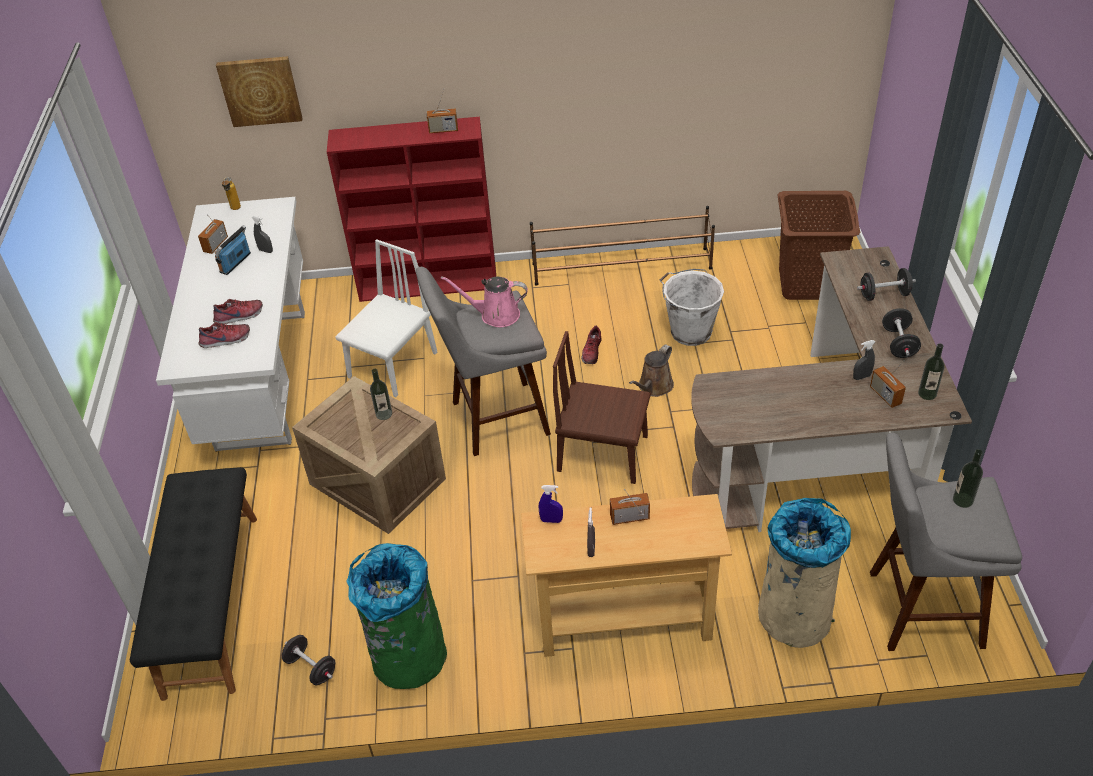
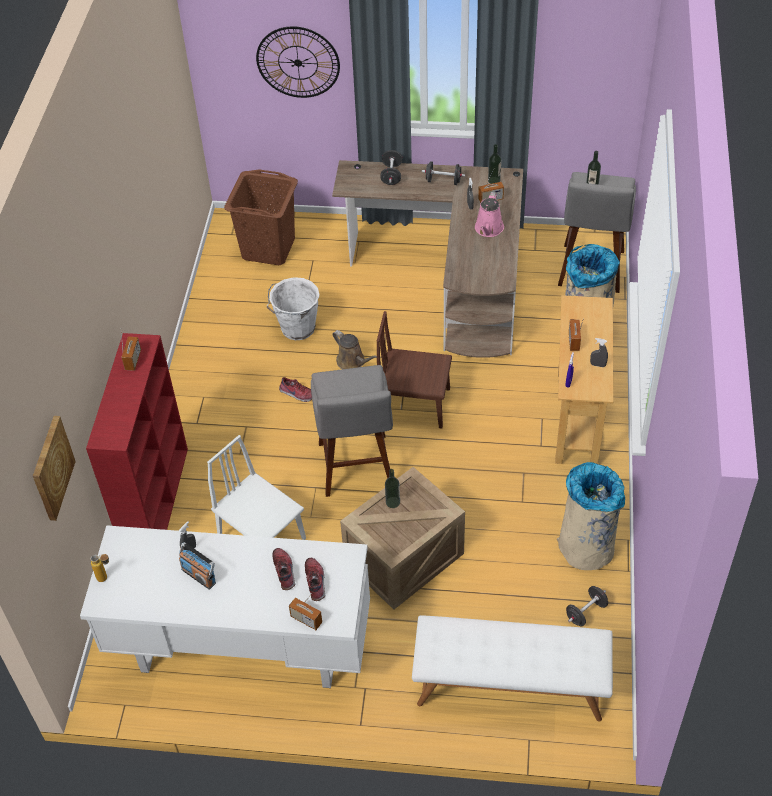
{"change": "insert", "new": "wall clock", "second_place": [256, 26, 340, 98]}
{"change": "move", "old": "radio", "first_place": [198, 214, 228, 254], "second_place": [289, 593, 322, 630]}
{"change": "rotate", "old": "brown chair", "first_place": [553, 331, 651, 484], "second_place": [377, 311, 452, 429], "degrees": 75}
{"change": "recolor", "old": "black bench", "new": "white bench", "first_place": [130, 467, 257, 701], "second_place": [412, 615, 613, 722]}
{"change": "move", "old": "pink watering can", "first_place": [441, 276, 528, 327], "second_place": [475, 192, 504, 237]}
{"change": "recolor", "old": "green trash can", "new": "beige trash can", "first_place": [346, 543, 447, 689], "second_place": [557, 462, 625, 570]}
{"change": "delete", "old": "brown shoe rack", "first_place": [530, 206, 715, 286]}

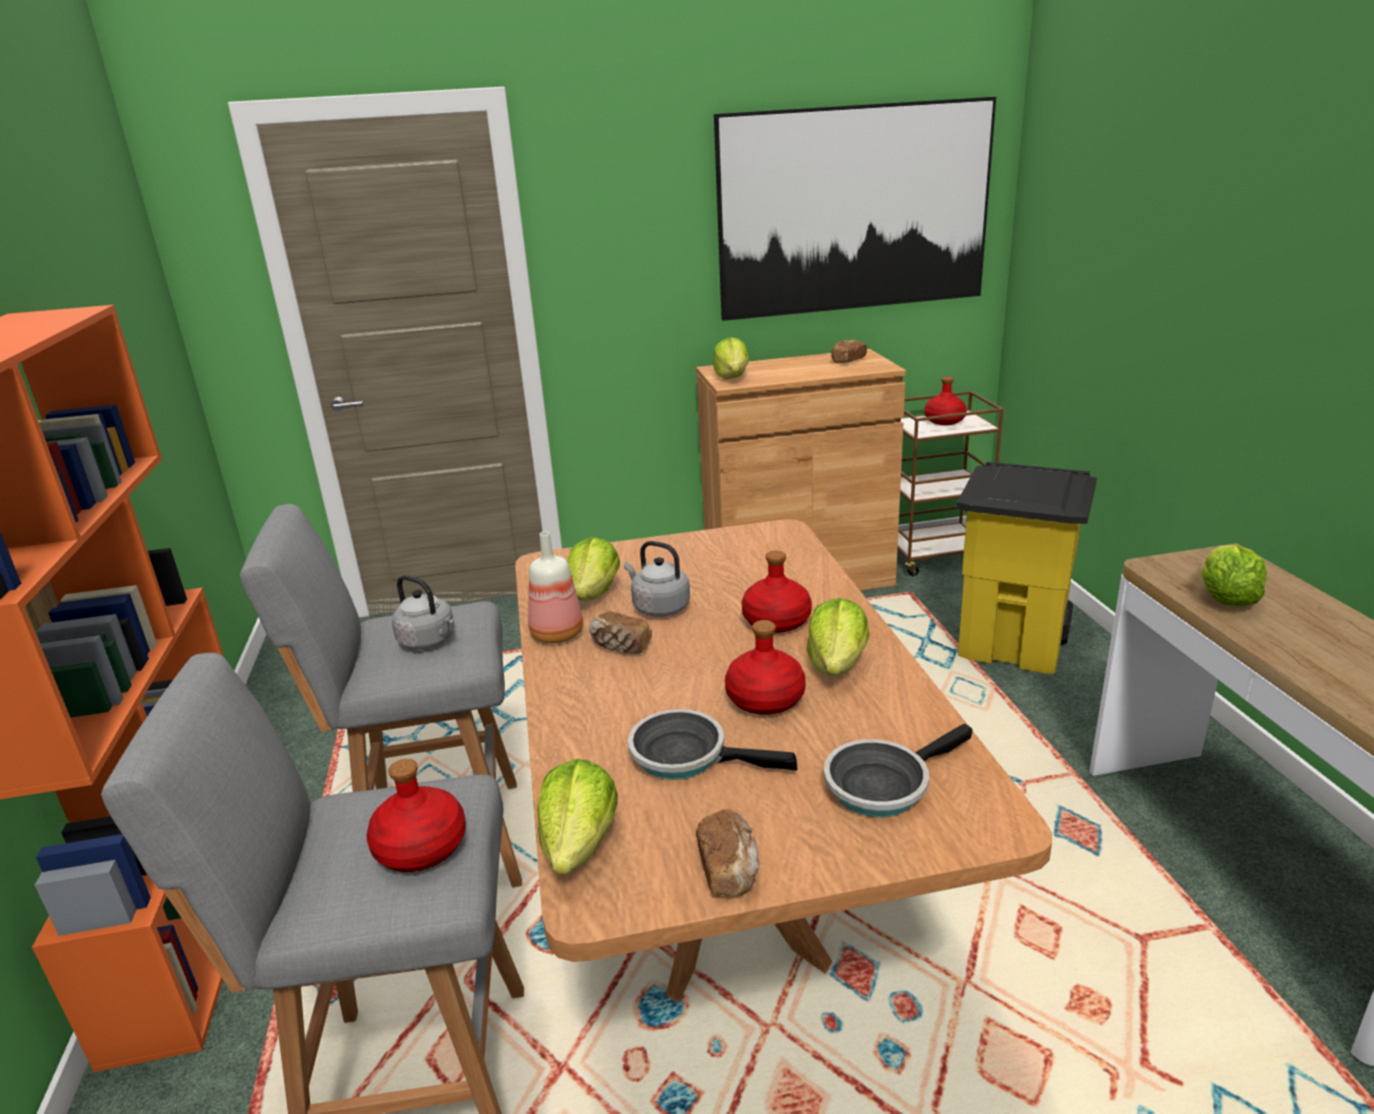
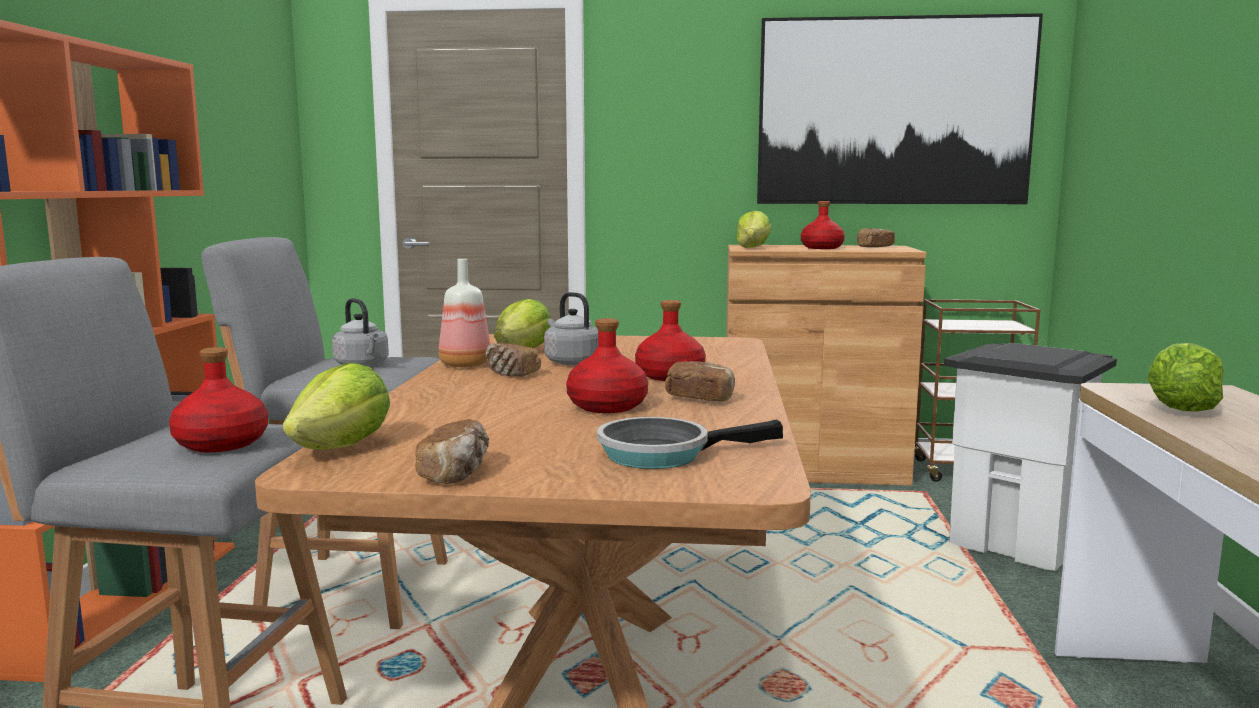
{"change": "replace", "old": "lettuce", "new": "bread", "first_place": [807, 598, 869, 676], "second_place": [665, 361, 735, 402]}
{"change": "move", "old": "red bottle", "first_place": [924, 377, 967, 425], "second_place": [801, 201, 845, 249]}
{"change": "recolor", "old": "yellow trash can", "new": "white trash can", "first_place": [957, 462, 1097, 674], "second_place": [944, 343, 1117, 571]}
{"change": "delete", "old": "frying pan", "first_place": [628, 709, 798, 780]}

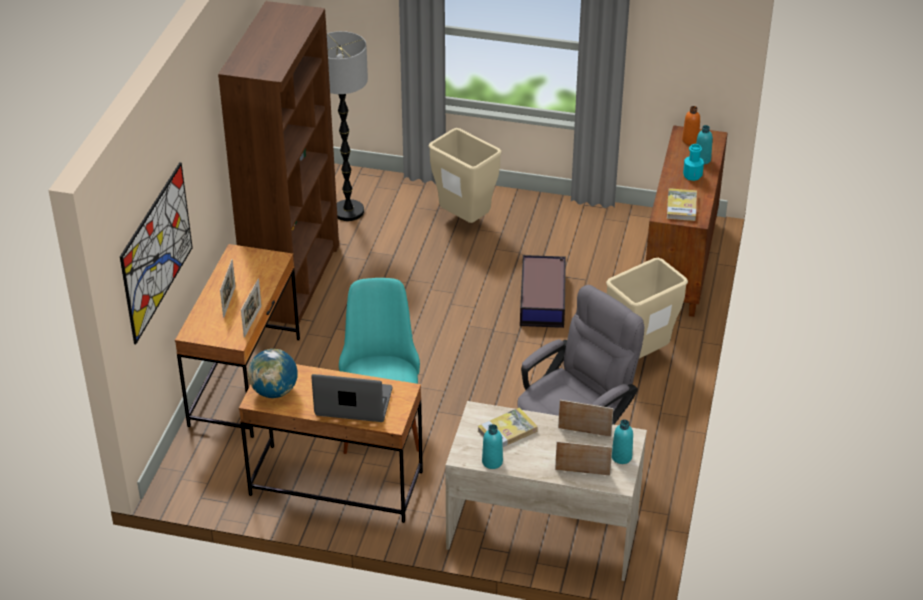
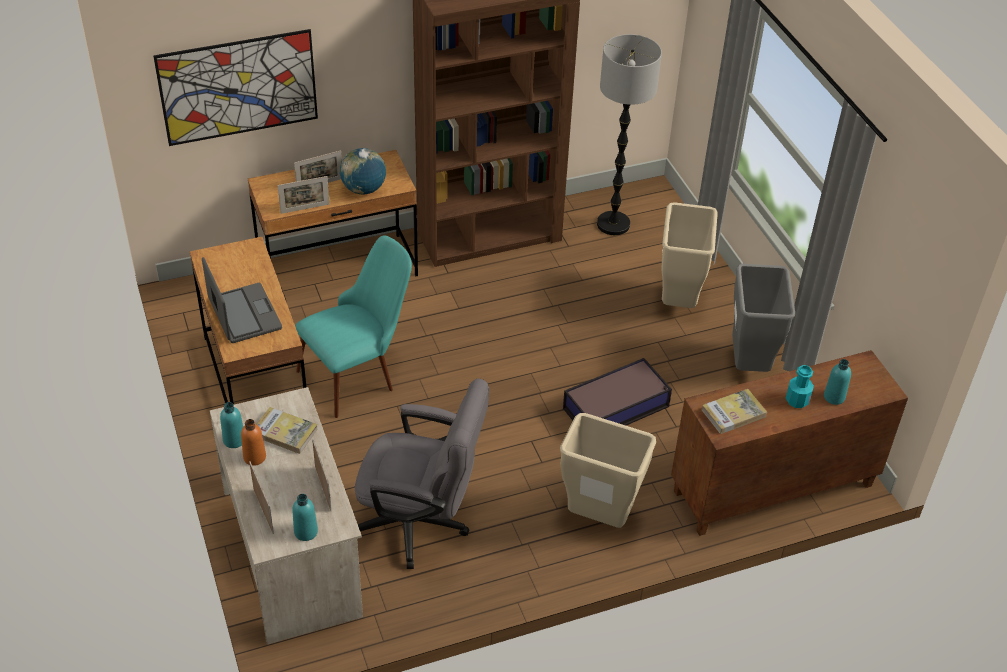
{"change": "move", "old": "orange bottle", "first_place": [682, 106, 700, 145], "second_place": [241, 419, 266, 466]}
{"change": "move", "old": "globe", "first_place": [248, 349, 298, 398], "second_place": [340, 148, 386, 194]}
{"change": "insert", "new": "grey trash can", "second_place": [732, 264, 795, 372]}

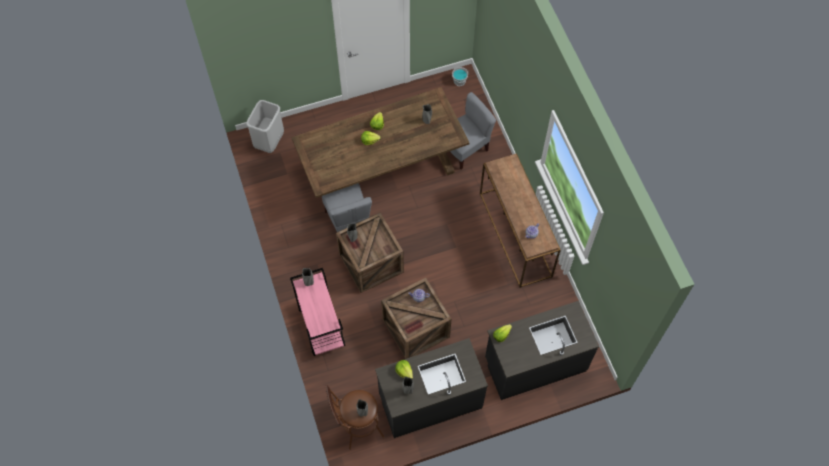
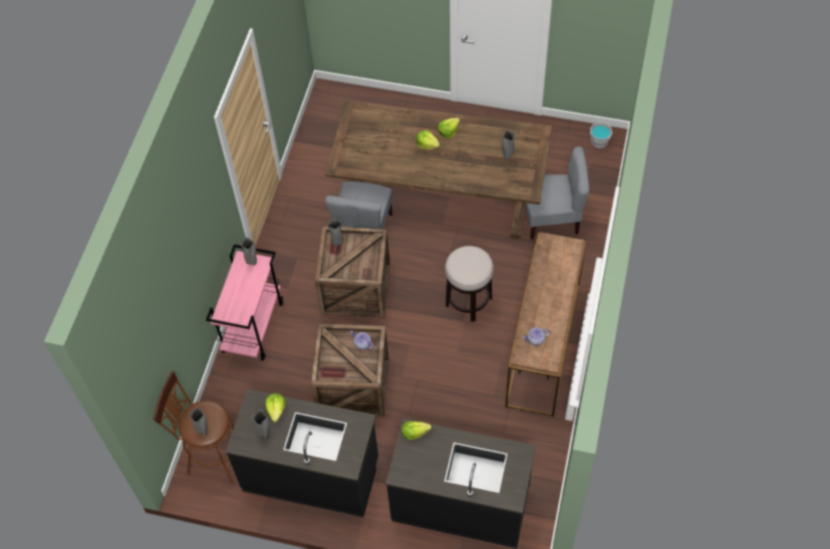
{"change": "insert", "new": "stool", "second_place": [445, 246, 494, 322]}
{"change": "delete", "old": "grey trash can", "first_place": [246, 100, 284, 153]}

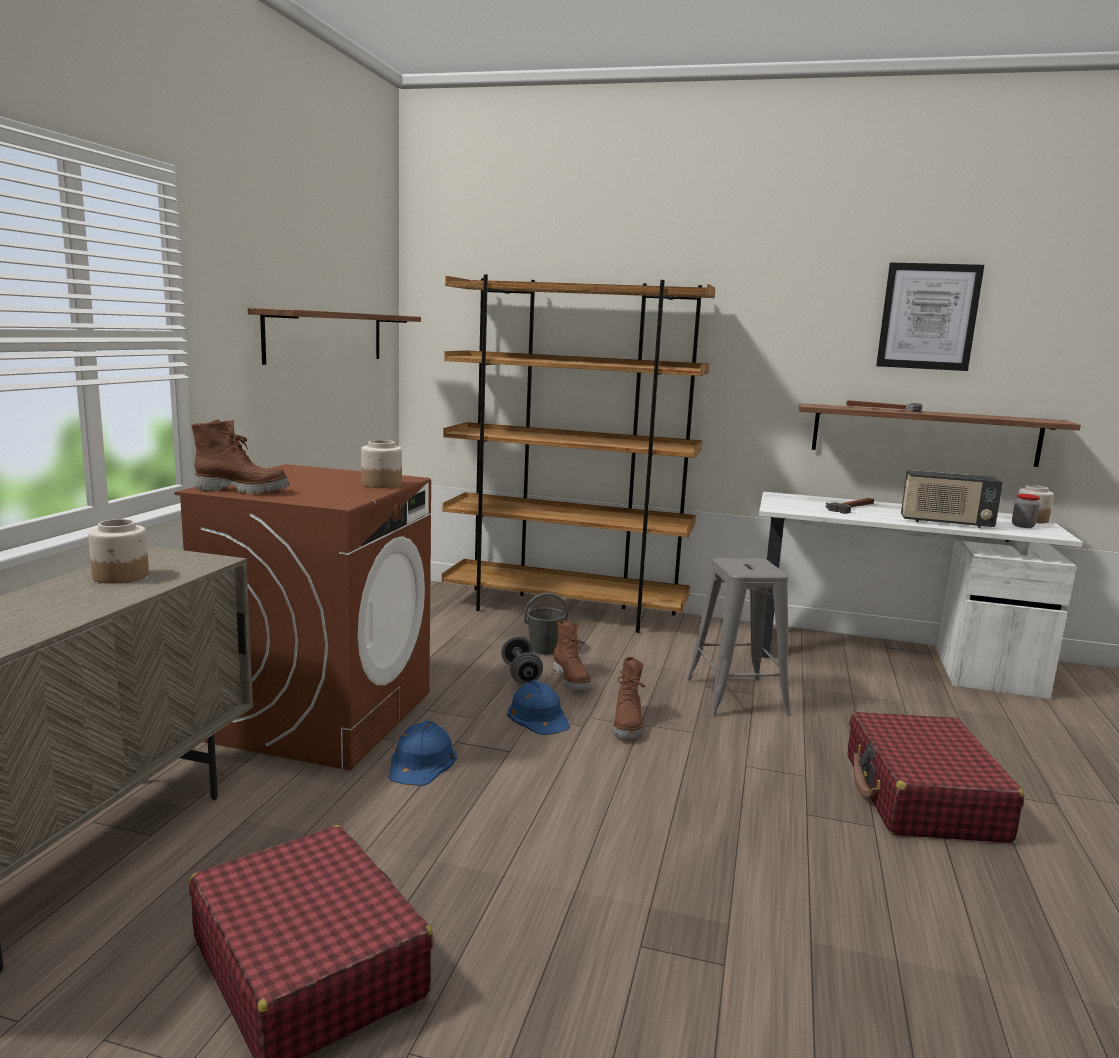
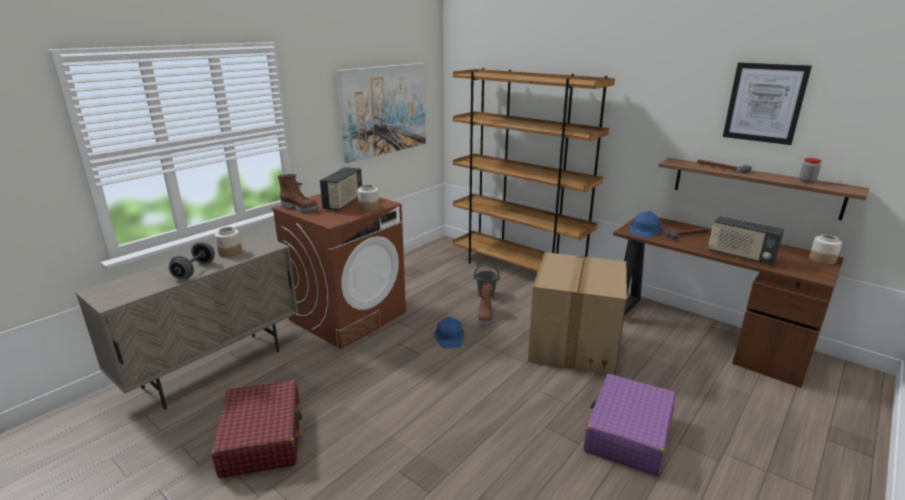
{"change": "move", "old": "grey dumbbell", "first_place": [501, 636, 543, 685], "second_place": [169, 242, 215, 279]}
{"change": "insert", "new": "radio", "second_place": [320, 167, 362, 210]}
{"change": "replace", "old": "shelf", "new": "picture", "first_place": [248, 308, 421, 365], "second_place": [337, 63, 426, 163]}
{"change": "replace", "old": "grey stool", "new": "cardboard box", "first_place": [687, 558, 791, 716], "second_place": [528, 252, 627, 375]}
{"change": "recolor", "old": "red suitcase", "new": "purple suitcase", "first_place": [848, 712, 1024, 843], "second_place": [584, 374, 676, 476]}
{"change": "recolor", "old": "white desk", "new": "brown desk", "first_place": [759, 491, 1083, 699], "second_place": [613, 217, 844, 388]}
{"change": "move", "old": "blue hard hat", "first_place": [389, 721, 457, 786], "second_place": [629, 211, 662, 238]}
{"change": "move", "old": "jar", "first_place": [1012, 494, 1040, 528], "second_place": [799, 158, 822, 183]}
{"change": "delete", "old": "brown boot", "first_place": [613, 657, 645, 738]}

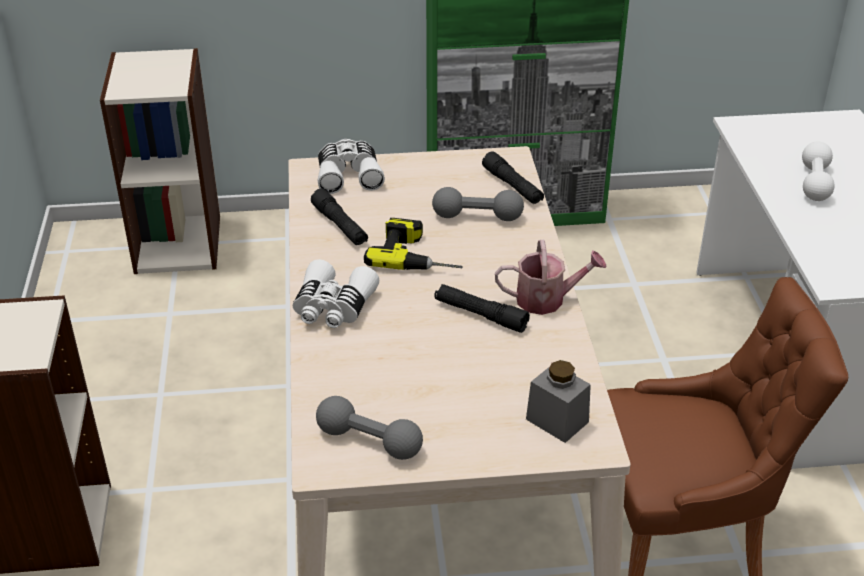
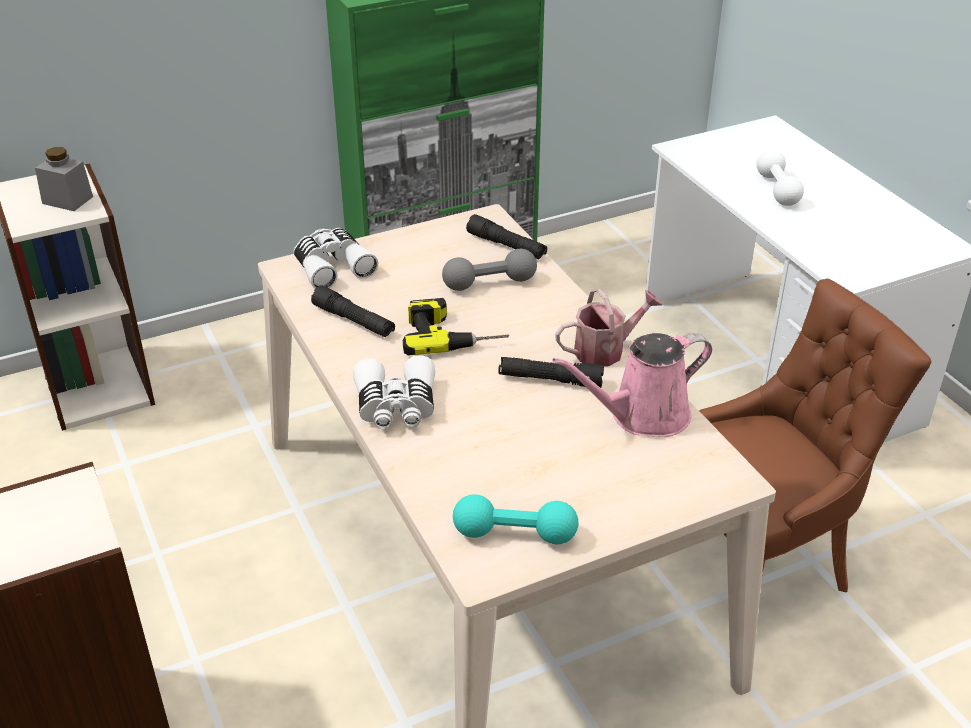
{"change": "move", "old": "grey jar", "first_place": [526, 360, 591, 443], "second_place": [35, 147, 93, 211]}
{"change": "recolor", "old": "grey dumbbell", "new": "turquoise dumbbell", "first_place": [316, 396, 423, 460], "second_place": [453, 494, 579, 544]}
{"change": "insert", "new": "pink watering can", "second_place": [552, 333, 712, 437]}

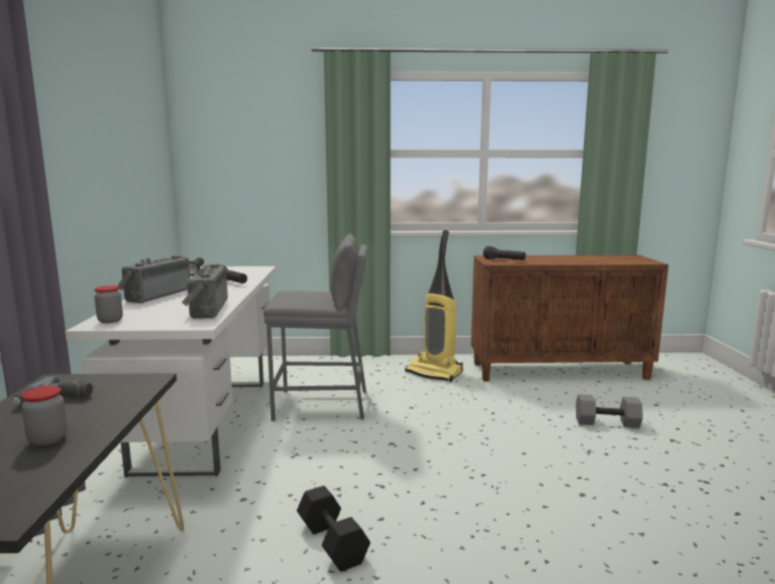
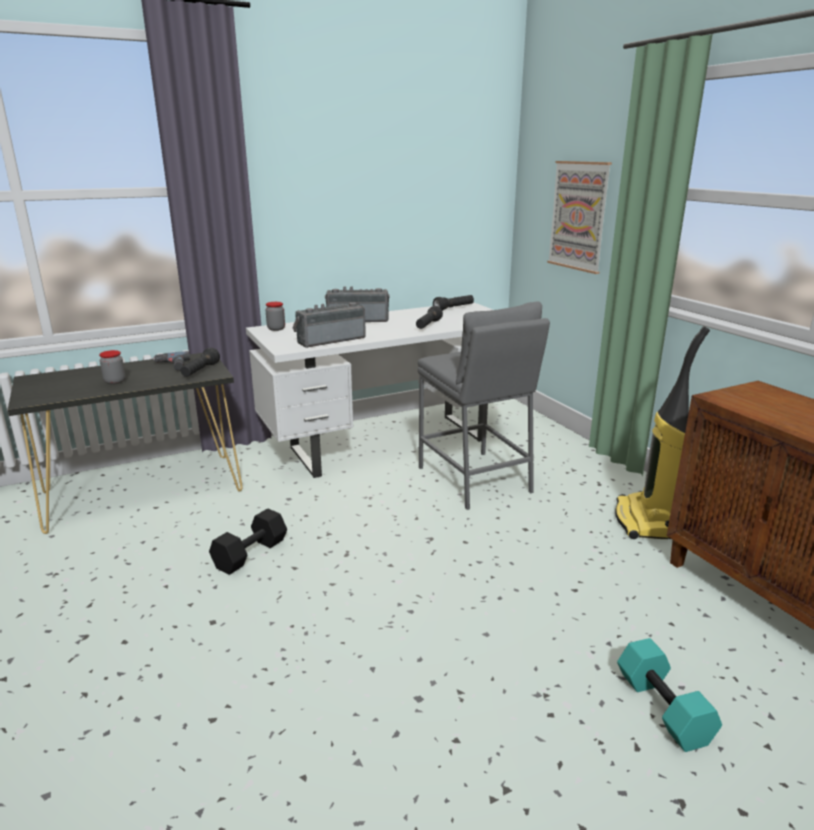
{"change": "move", "old": "black flashlight", "first_place": [483, 246, 526, 260], "second_place": [181, 348, 220, 377]}
{"change": "insert", "new": "picture", "second_place": [547, 161, 612, 274]}
{"change": "recolor", "old": "grey dumbbell", "new": "turquoise dumbbell", "first_place": [576, 394, 643, 428], "second_place": [617, 638, 722, 752]}

